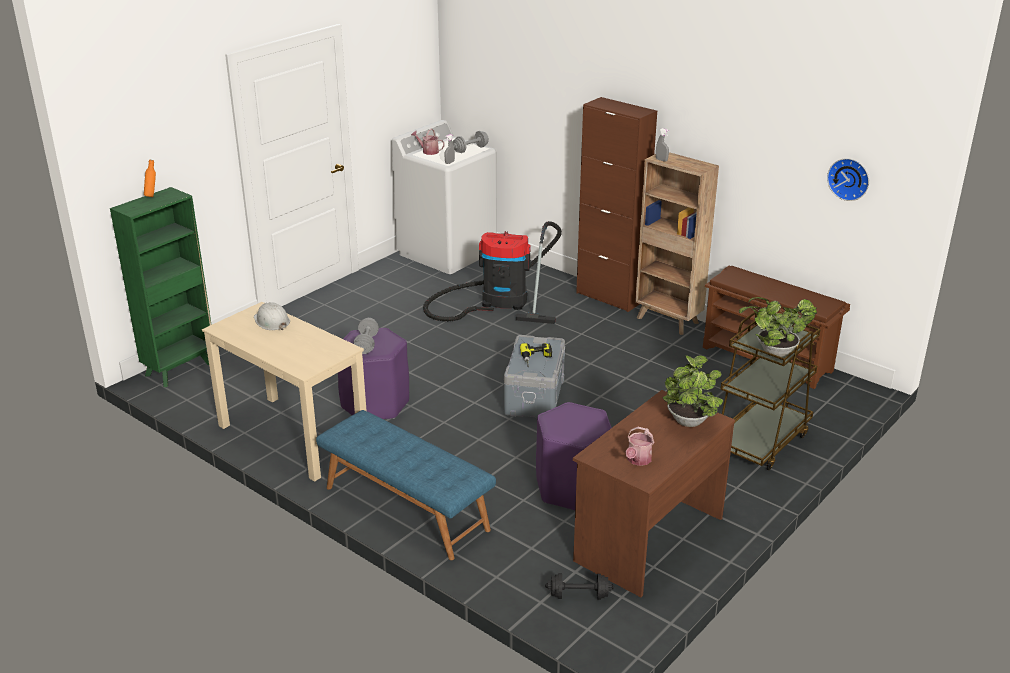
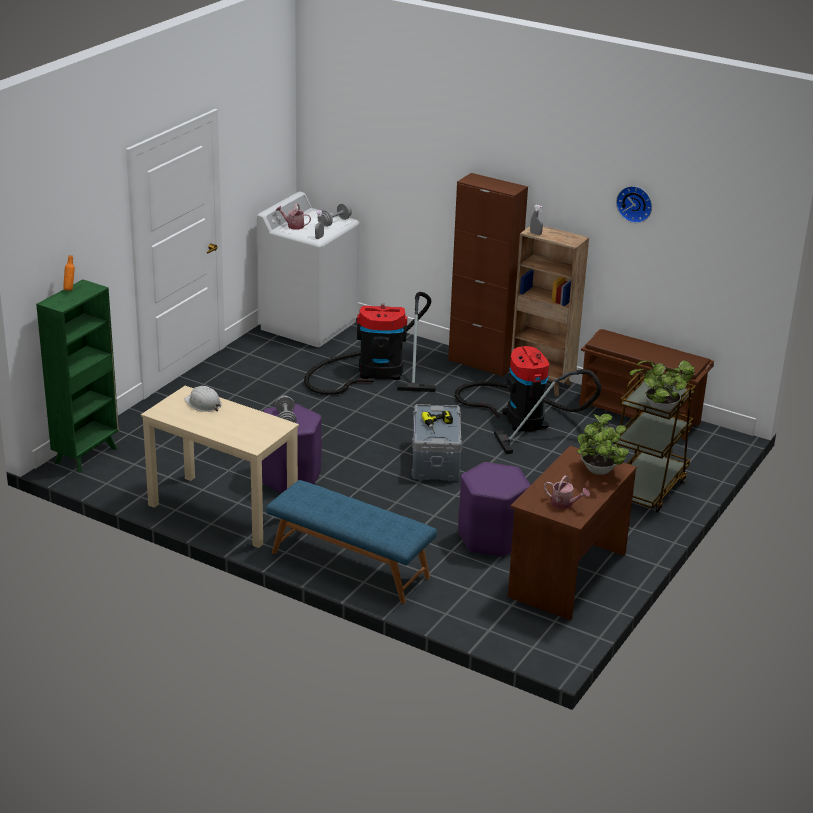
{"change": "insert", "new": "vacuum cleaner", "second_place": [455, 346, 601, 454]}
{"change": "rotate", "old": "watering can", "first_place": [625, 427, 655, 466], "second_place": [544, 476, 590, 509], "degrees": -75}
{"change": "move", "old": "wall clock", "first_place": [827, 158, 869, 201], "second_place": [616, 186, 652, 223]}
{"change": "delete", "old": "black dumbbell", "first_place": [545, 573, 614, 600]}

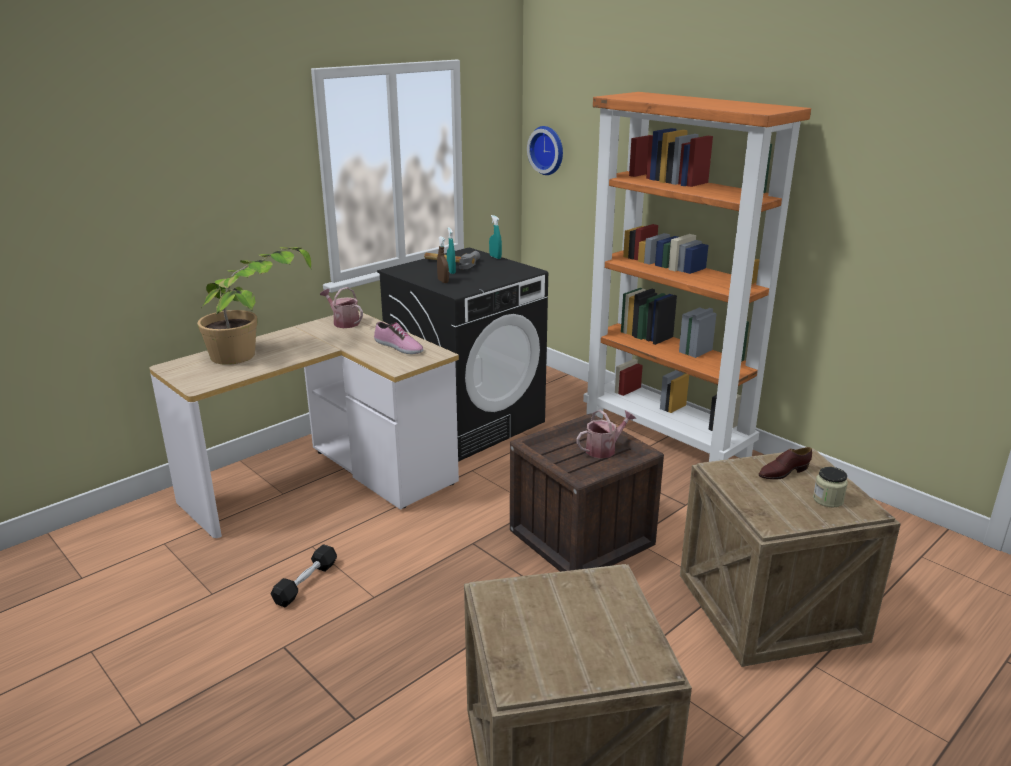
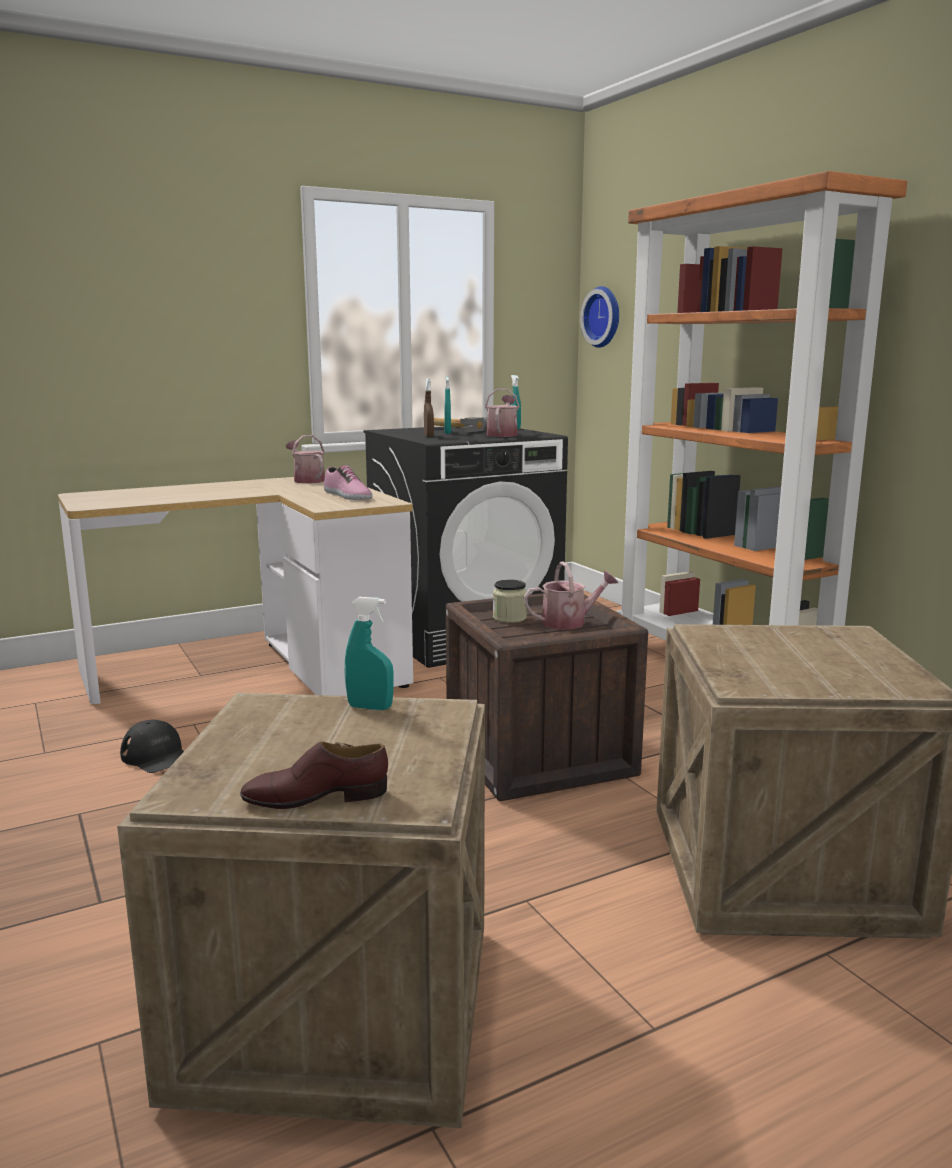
{"change": "replace", "old": "black dumbbell", "new": "black cap", "first_place": [271, 544, 337, 607], "second_place": [120, 720, 184, 773]}
{"change": "move", "old": "brown shoe", "first_place": [759, 447, 812, 480], "second_place": [240, 741, 388, 809]}
{"change": "insert", "new": "turquoise spray bottle", "second_place": [345, 597, 394, 710]}
{"change": "insert", "new": "watering can", "second_place": [485, 389, 520, 437]}
{"change": "move", "old": "jar", "first_place": [813, 467, 848, 507], "second_place": [493, 580, 527, 623]}
{"change": "delete", "old": "potted plant", "first_place": [197, 247, 312, 365]}

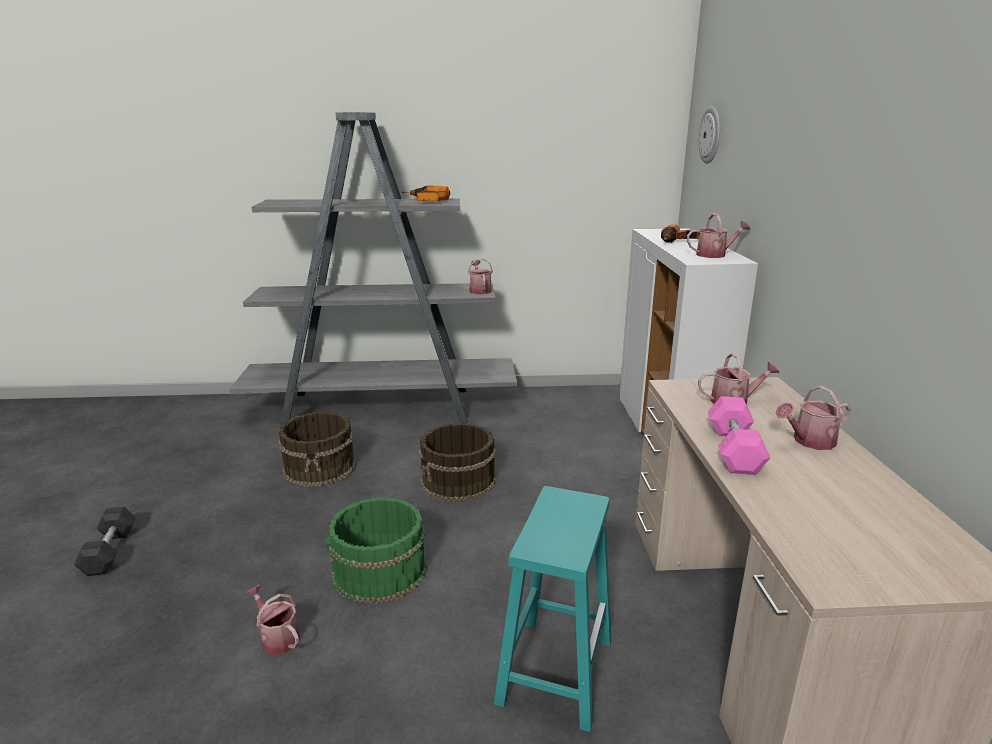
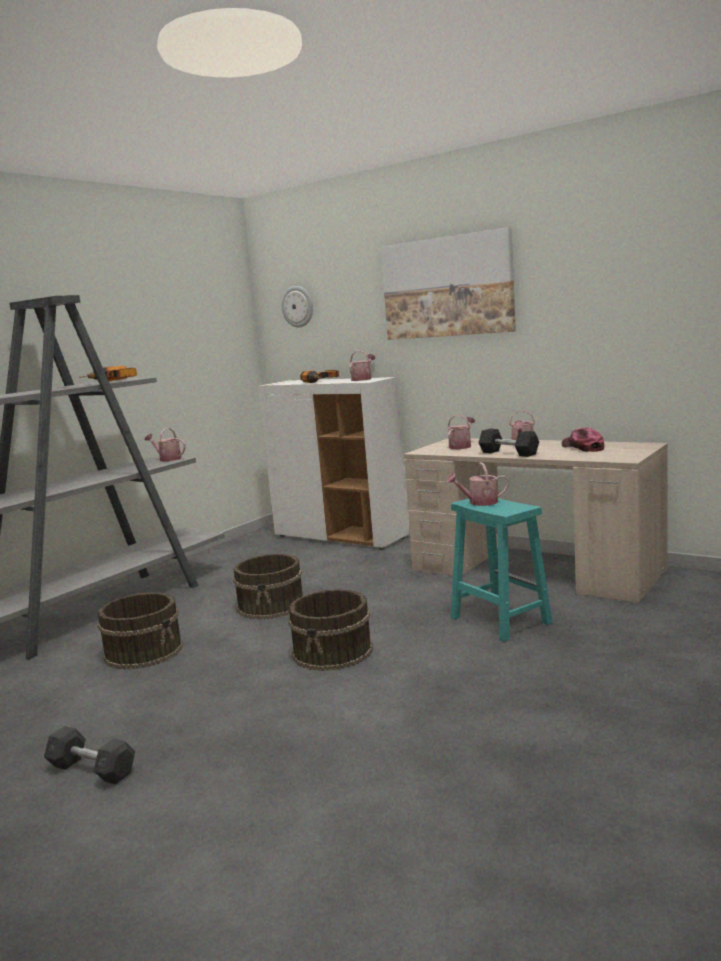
{"change": "recolor", "old": "green bucket", "new": "brown bucket", "first_place": [325, 497, 427, 604], "second_place": [288, 589, 373, 671]}
{"change": "insert", "new": "picture", "second_place": [381, 227, 516, 340]}
{"change": "move", "old": "watering can", "first_place": [246, 585, 300, 655], "second_place": [446, 462, 509, 506]}
{"change": "recolor", "old": "pink dumbbell", "new": "black dumbbell", "first_place": [708, 396, 770, 475], "second_place": [478, 429, 539, 457]}
{"change": "insert", "new": "cap", "second_place": [562, 428, 604, 452]}

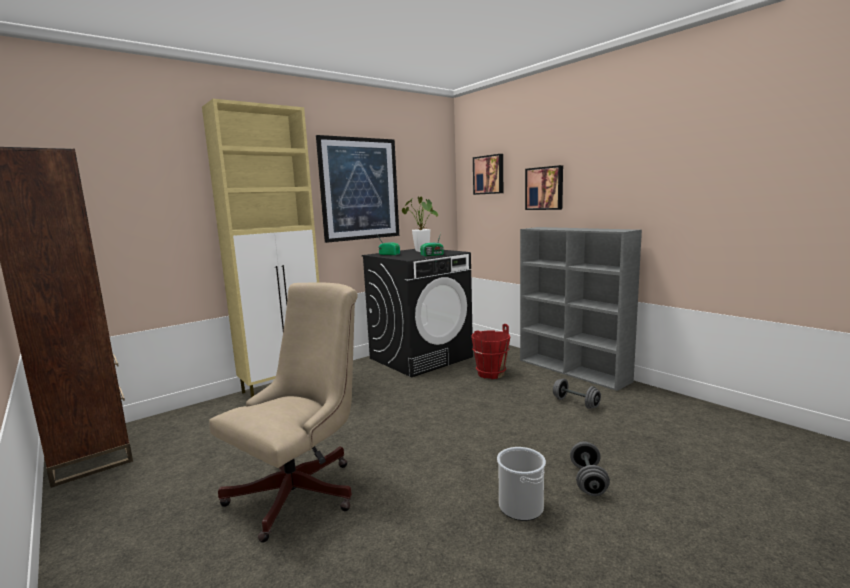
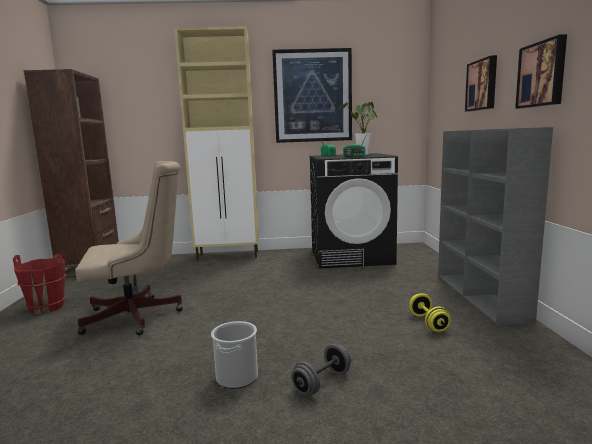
{"change": "move", "old": "red bucket", "first_place": [471, 324, 511, 379], "second_place": [13, 254, 66, 314]}
{"change": "recolor", "old": "grey dumbbell", "new": "yellow dumbbell", "first_place": [553, 378, 601, 409], "second_place": [409, 293, 450, 332]}
{"change": "move", "old": "picture", "first_place": [473, 154, 503, 195], "second_place": [515, 34, 567, 109]}

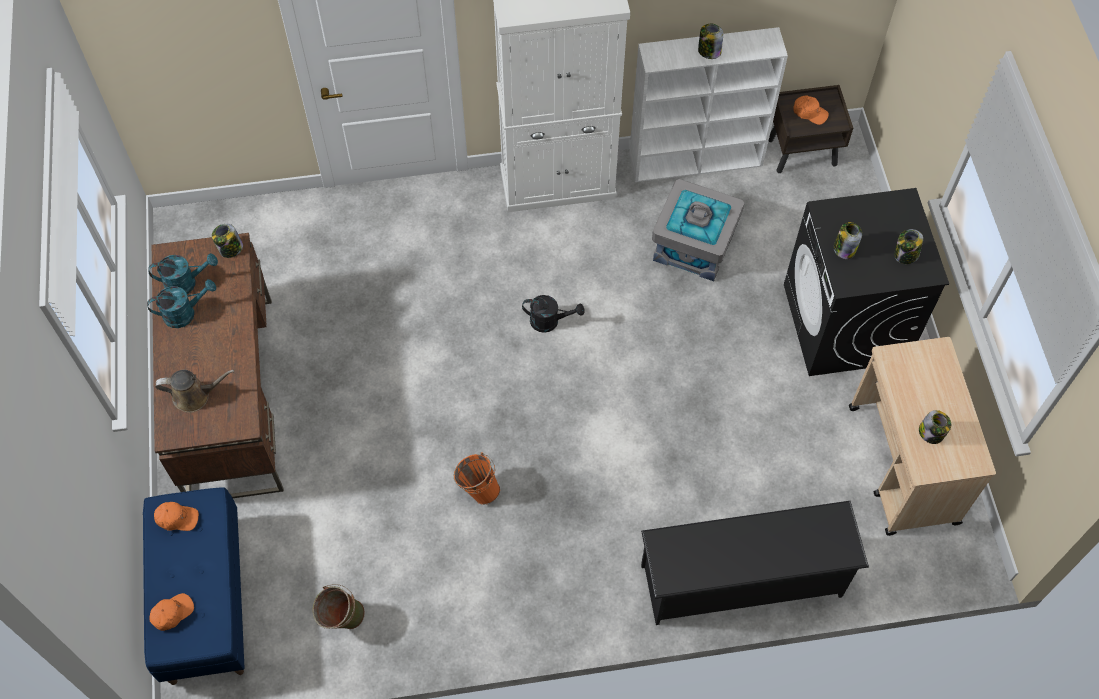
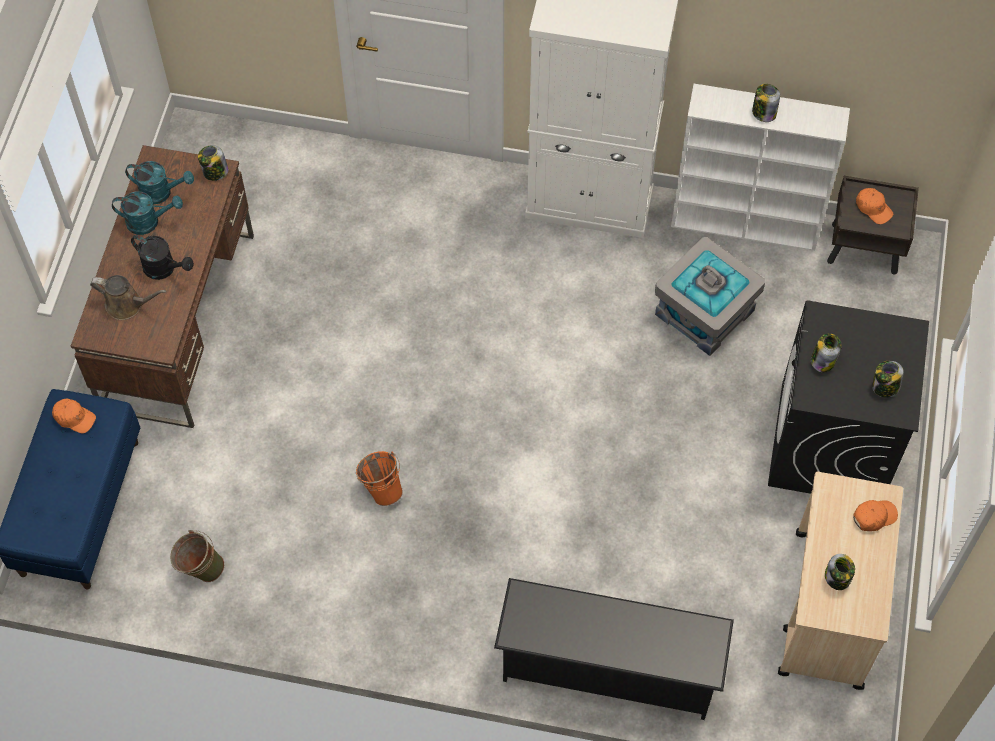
{"change": "move", "old": "black watering can", "first_place": [522, 295, 584, 333], "second_place": [131, 235, 194, 280]}
{"change": "move", "old": "orange cap", "first_place": [150, 593, 194, 631], "second_place": [853, 500, 898, 531]}

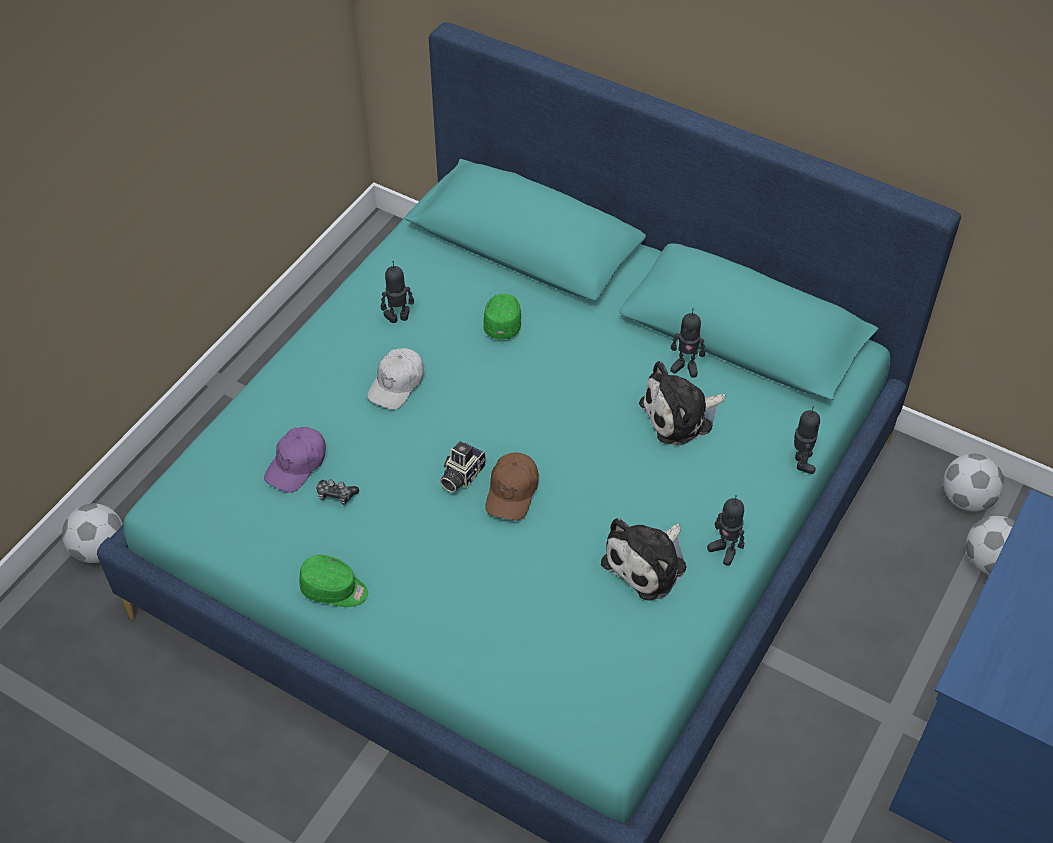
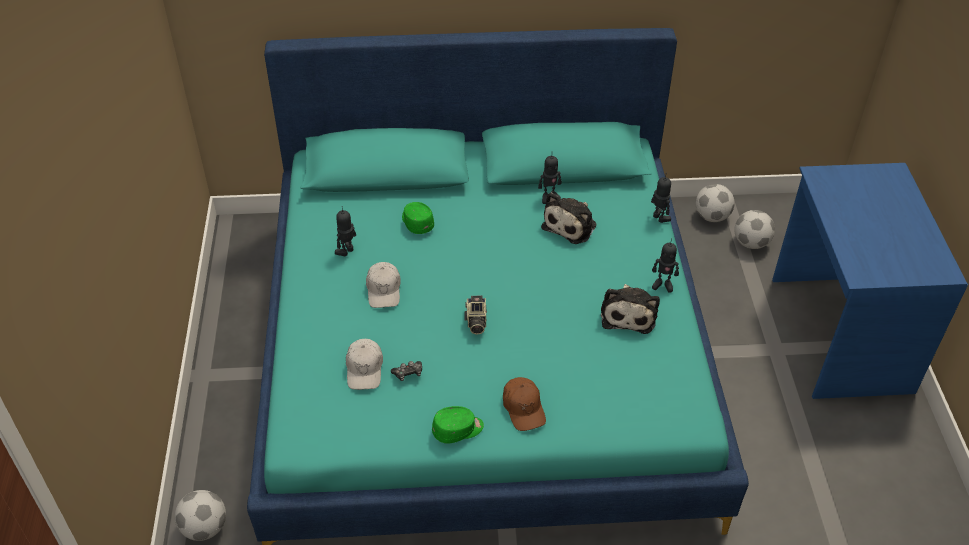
{"change": "recolor", "old": "purple cap", "new": "white cap", "first_place": [264, 427, 326, 493], "second_place": [346, 339, 383, 390]}
{"change": "move", "old": "brown cap", "first_place": [485, 452, 539, 520], "second_place": [503, 377, 546, 431]}

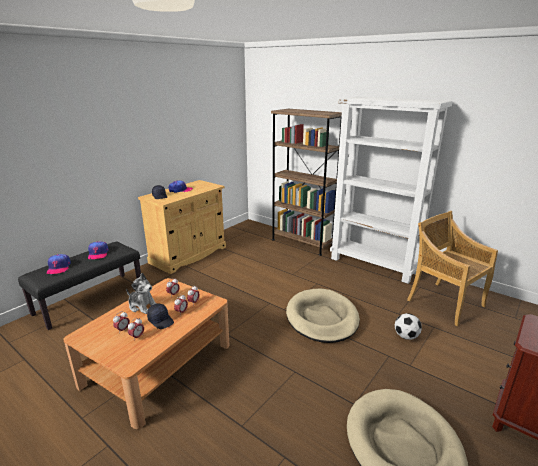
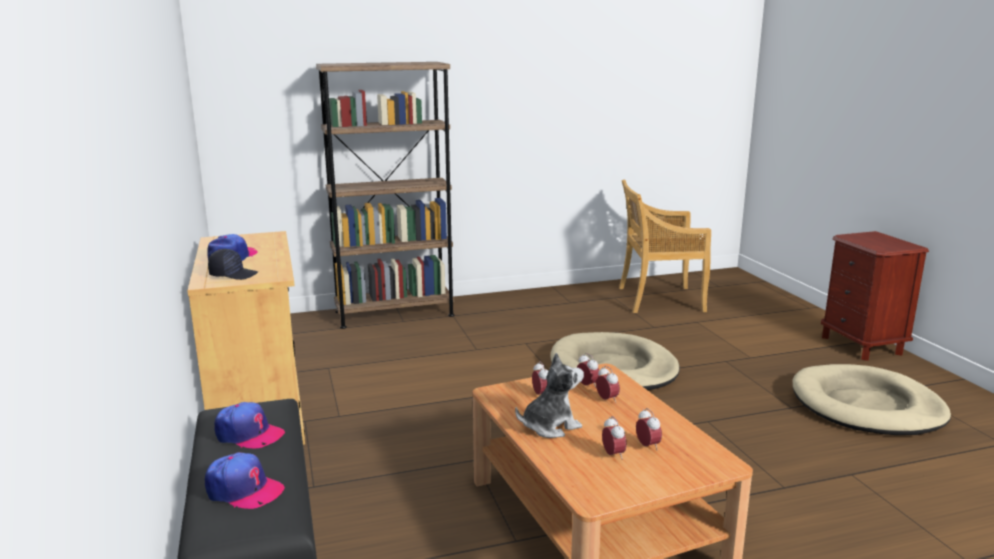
{"change": "delete", "old": "black cap", "first_place": [147, 304, 174, 329]}
{"change": "delete", "old": "white bookcase", "first_place": [330, 96, 453, 284]}
{"change": "delete", "old": "football", "first_place": [395, 313, 422, 340]}

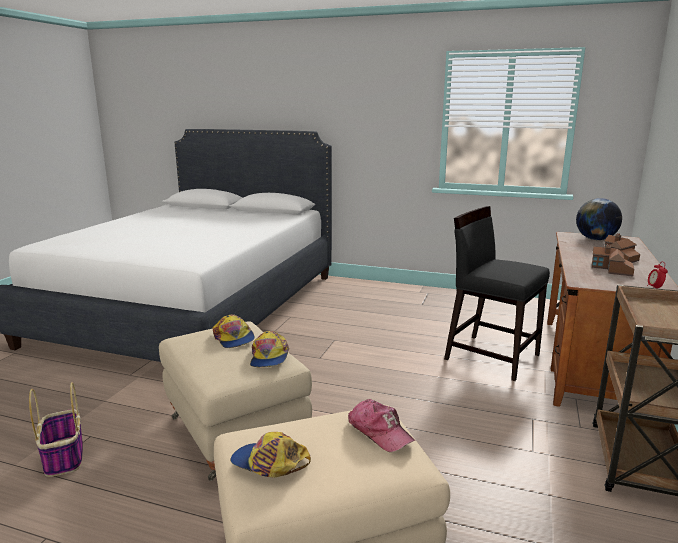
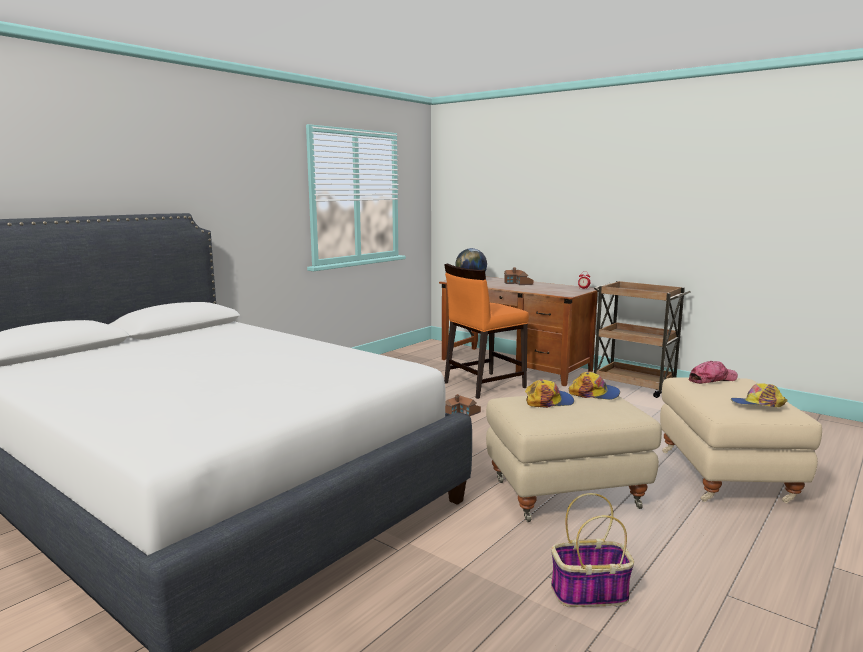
{"change": "recolor", "old": "black chair", "new": "orange chair", "first_place": [444, 206, 550, 381], "second_place": [444, 263, 529, 399]}
{"change": "move", "old": "toy house", "first_place": [592, 244, 634, 276], "second_place": [445, 394, 481, 416]}
{"change": "rotate", "old": "cap", "first_place": [230, 432, 311, 477], "second_place": [731, 383, 788, 407], "degrees": 60}

